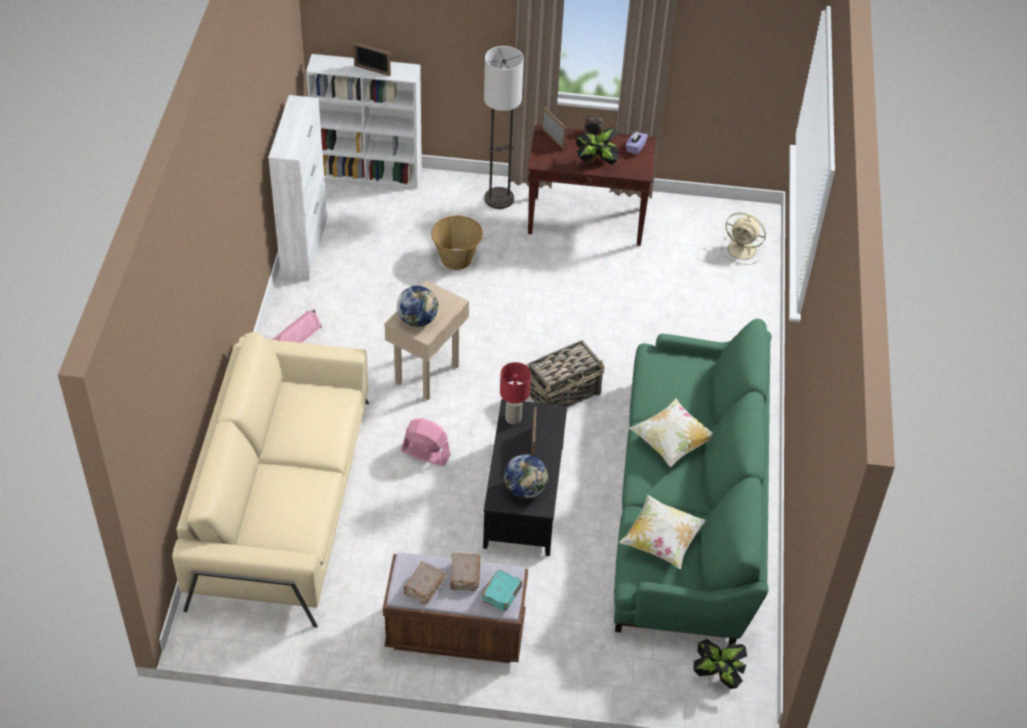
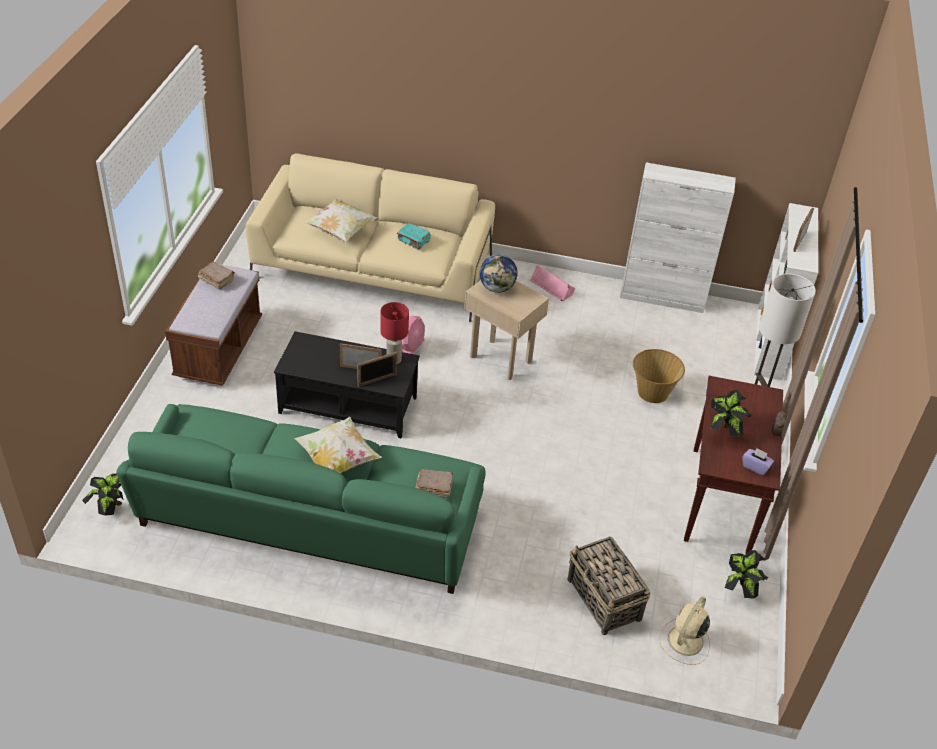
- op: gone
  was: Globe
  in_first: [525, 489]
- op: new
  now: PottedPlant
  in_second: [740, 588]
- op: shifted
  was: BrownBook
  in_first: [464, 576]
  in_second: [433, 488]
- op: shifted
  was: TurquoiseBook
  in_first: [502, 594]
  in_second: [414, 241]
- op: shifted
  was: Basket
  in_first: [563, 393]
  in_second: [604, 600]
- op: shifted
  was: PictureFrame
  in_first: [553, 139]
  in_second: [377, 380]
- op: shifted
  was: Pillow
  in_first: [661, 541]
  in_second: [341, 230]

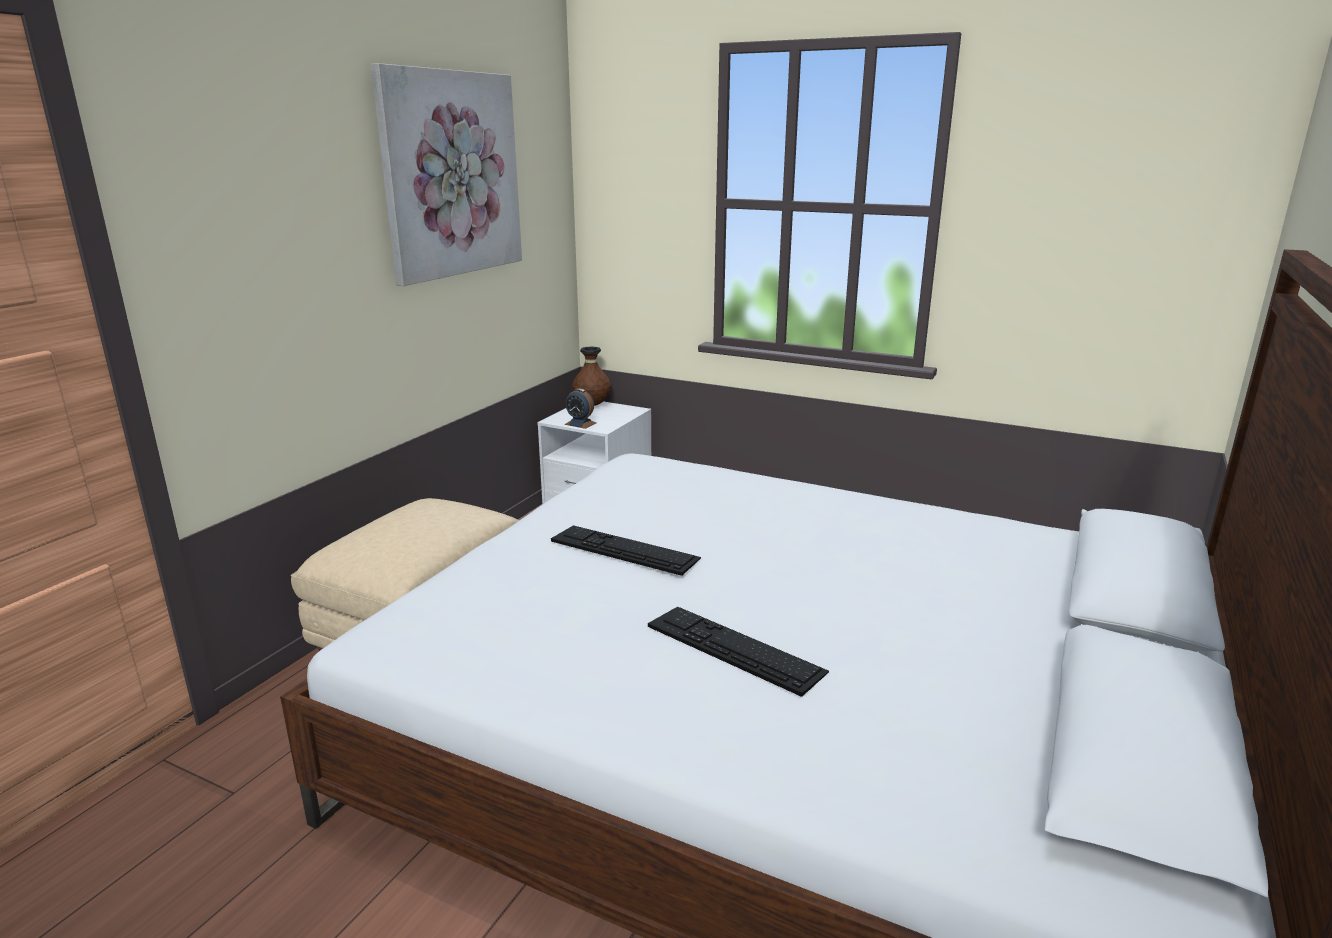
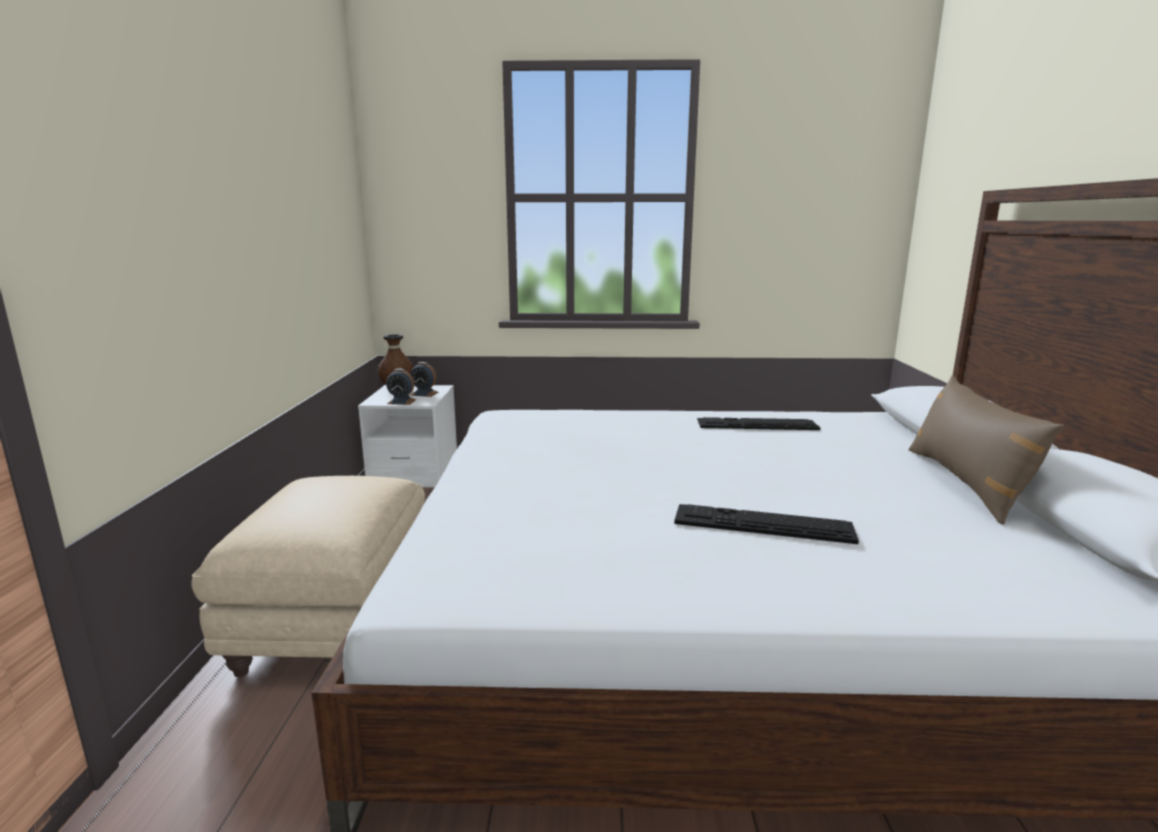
- op: gone
  was: Picture
  in_first: [452, 175]
- op: new
  now: AlarmClock
  in_second: [424, 393]
- op: new
  now: BrownPillow
  in_second: [966, 483]
- op: shifted
  was: Keyboard
  in_first: [624, 549]
  in_second: [757, 424]

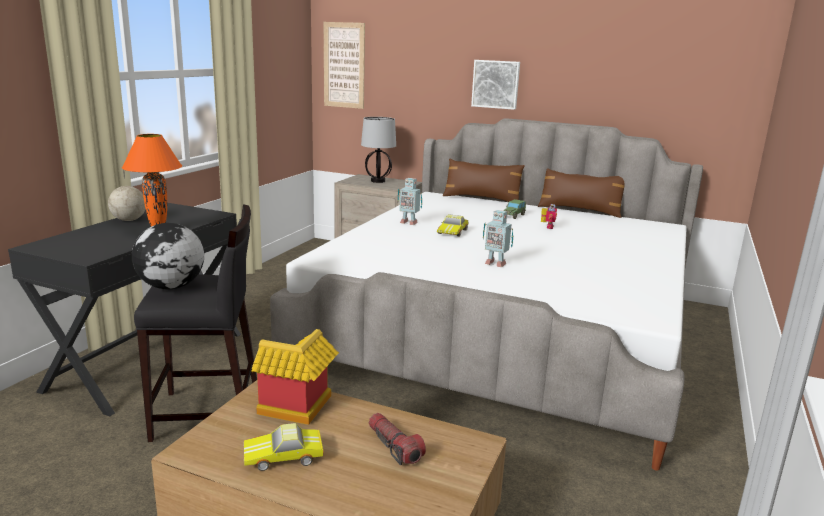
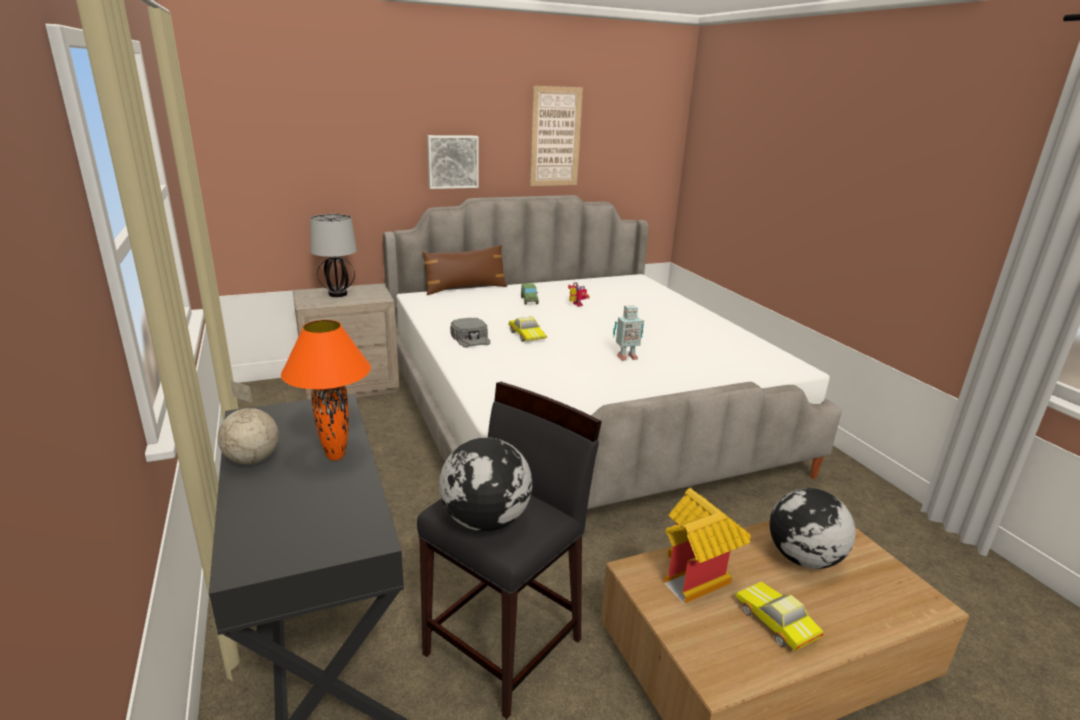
- op: gone
  was: BrownPillow
  in_first: [579, 210]
- op: shifted
  was: Picture
  in_first: [344, 65]
  in_second: [555, 137]
- op: swapped
  was: Flashlight
  now: Globe
  in_first: [394, 446]
  in_second: [802, 558]
- op: swapped
  was: ToyRobot
  now: GreyCap
  in_first: [408, 222]
  in_second: [471, 338]
- op: rotated
  was: ToyCar
  in_first: [284, 457]
  in_second: [775, 623]
  clockwise: 120

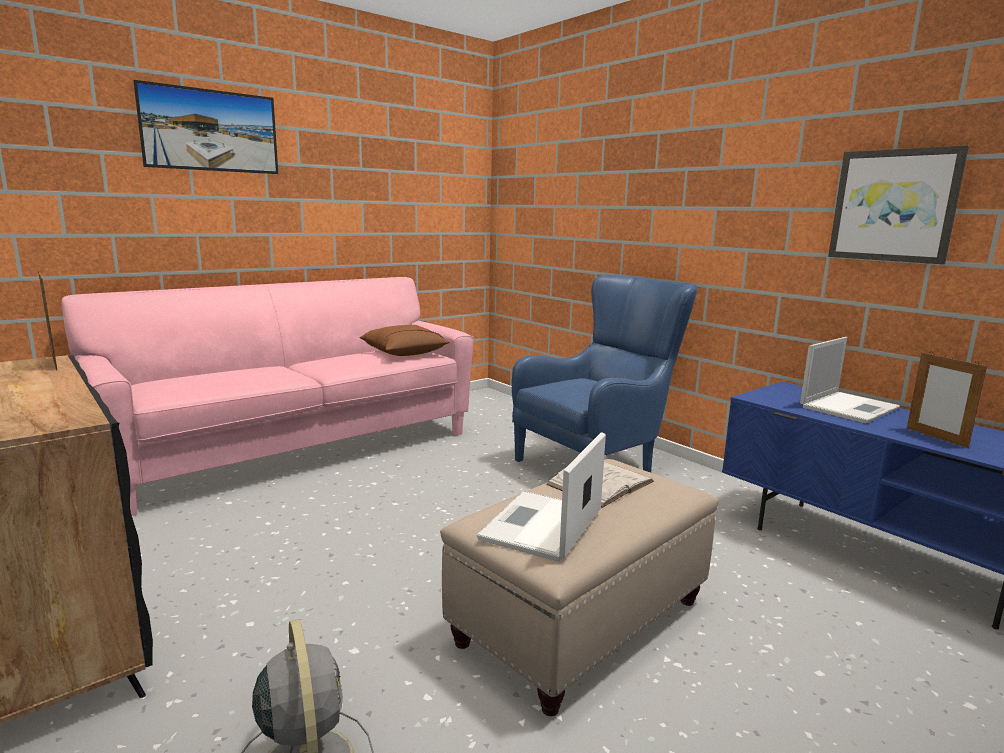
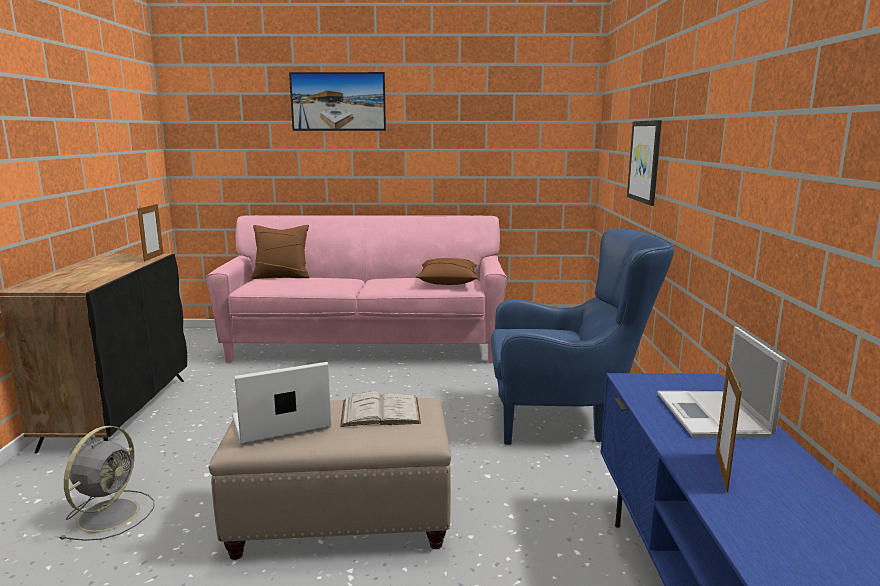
- op: new
  now: BrownPillow
  in_second: [282, 276]
- op: shifted
  was: Picture
  in_first: [894, 205]
  in_second: [645, 161]
- op: rotated
  was: Laptop
  in_first: [849, 407]
  in_second: [713, 416]
  clockwise: 90

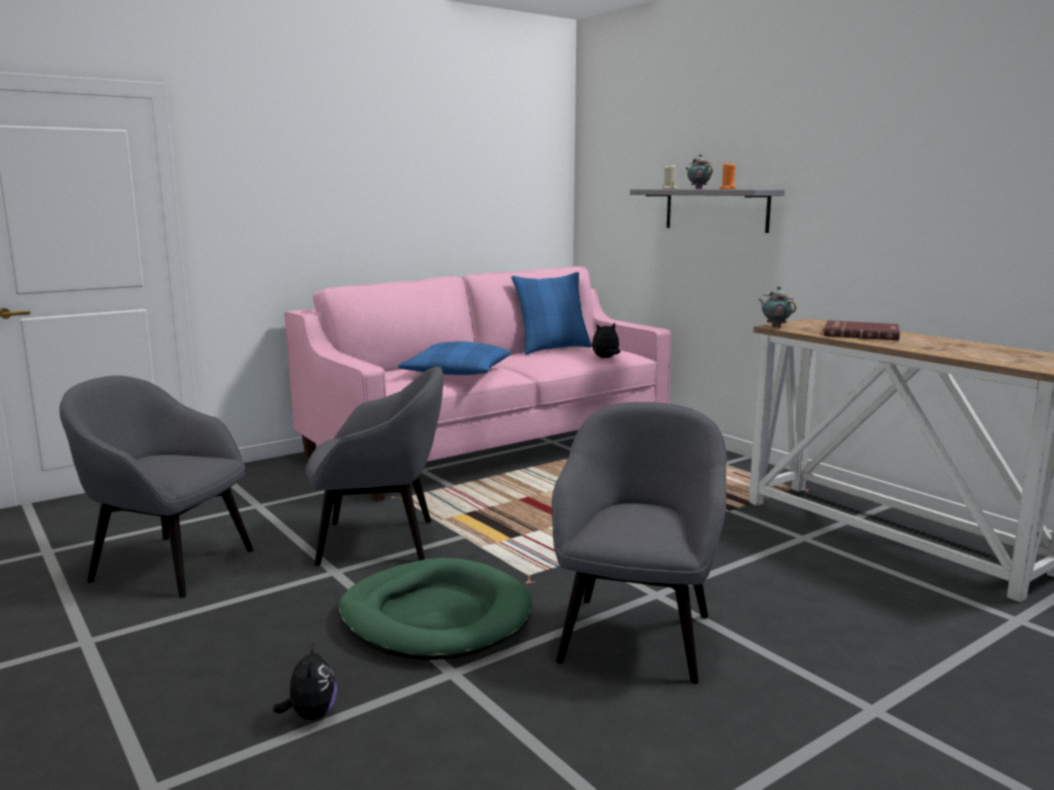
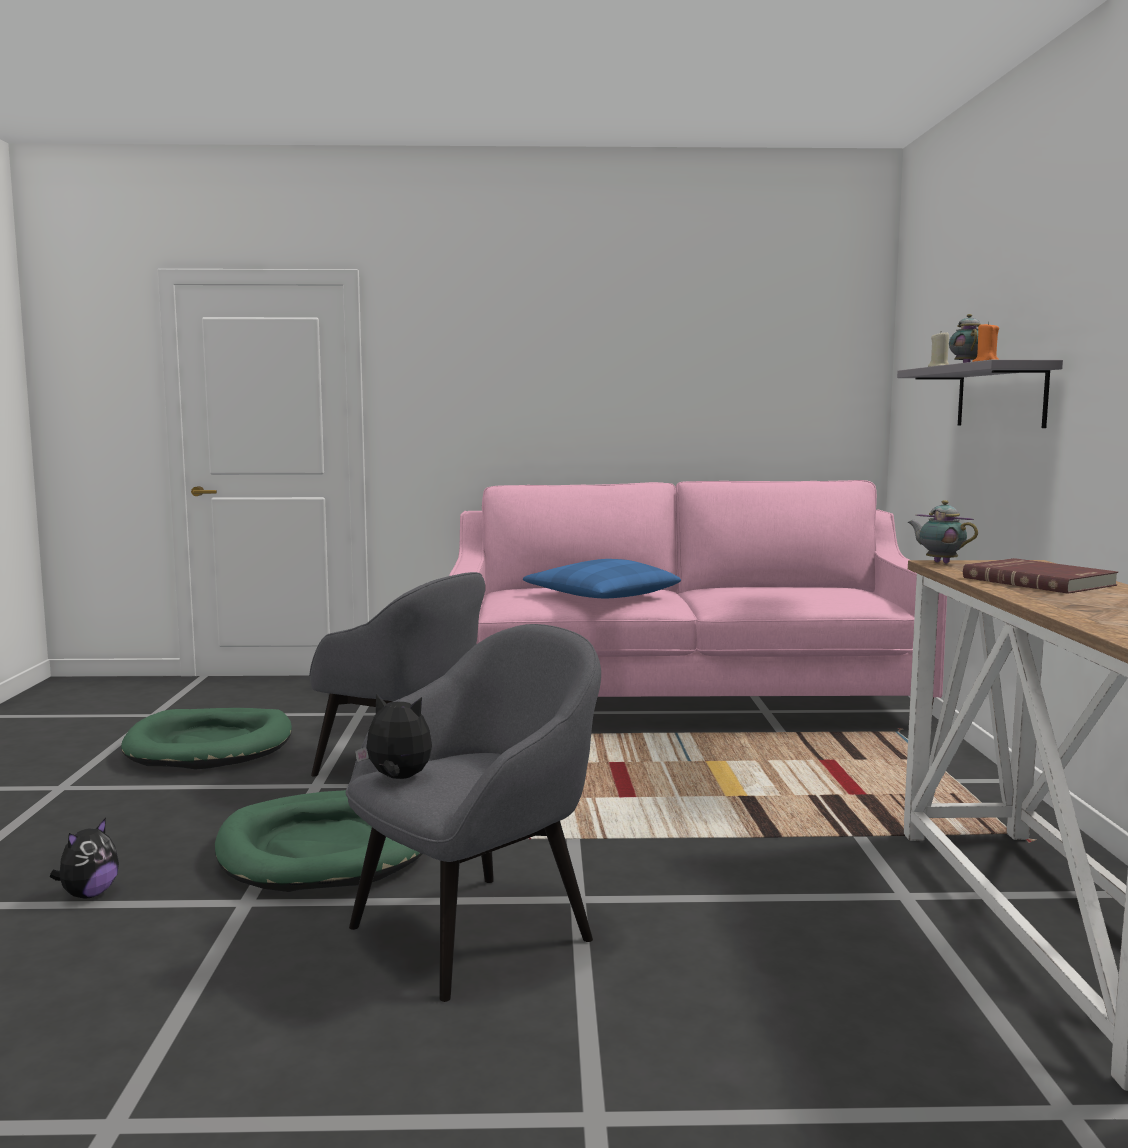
- op: gone
  was: BluePillow
  in_first: [553, 349]
- op: shifted
  was: PlushToy
  in_first: [606, 358]
  in_second: [398, 779]
- op: swapped
  was: GreyArmchair
  now: GreenDogBed
  in_first: [169, 564]
  in_second: [210, 746]
- op: rotated
  was: Teapot
  in_first: [775, 326]
  in_second: [939, 562]
  clockwise: -45

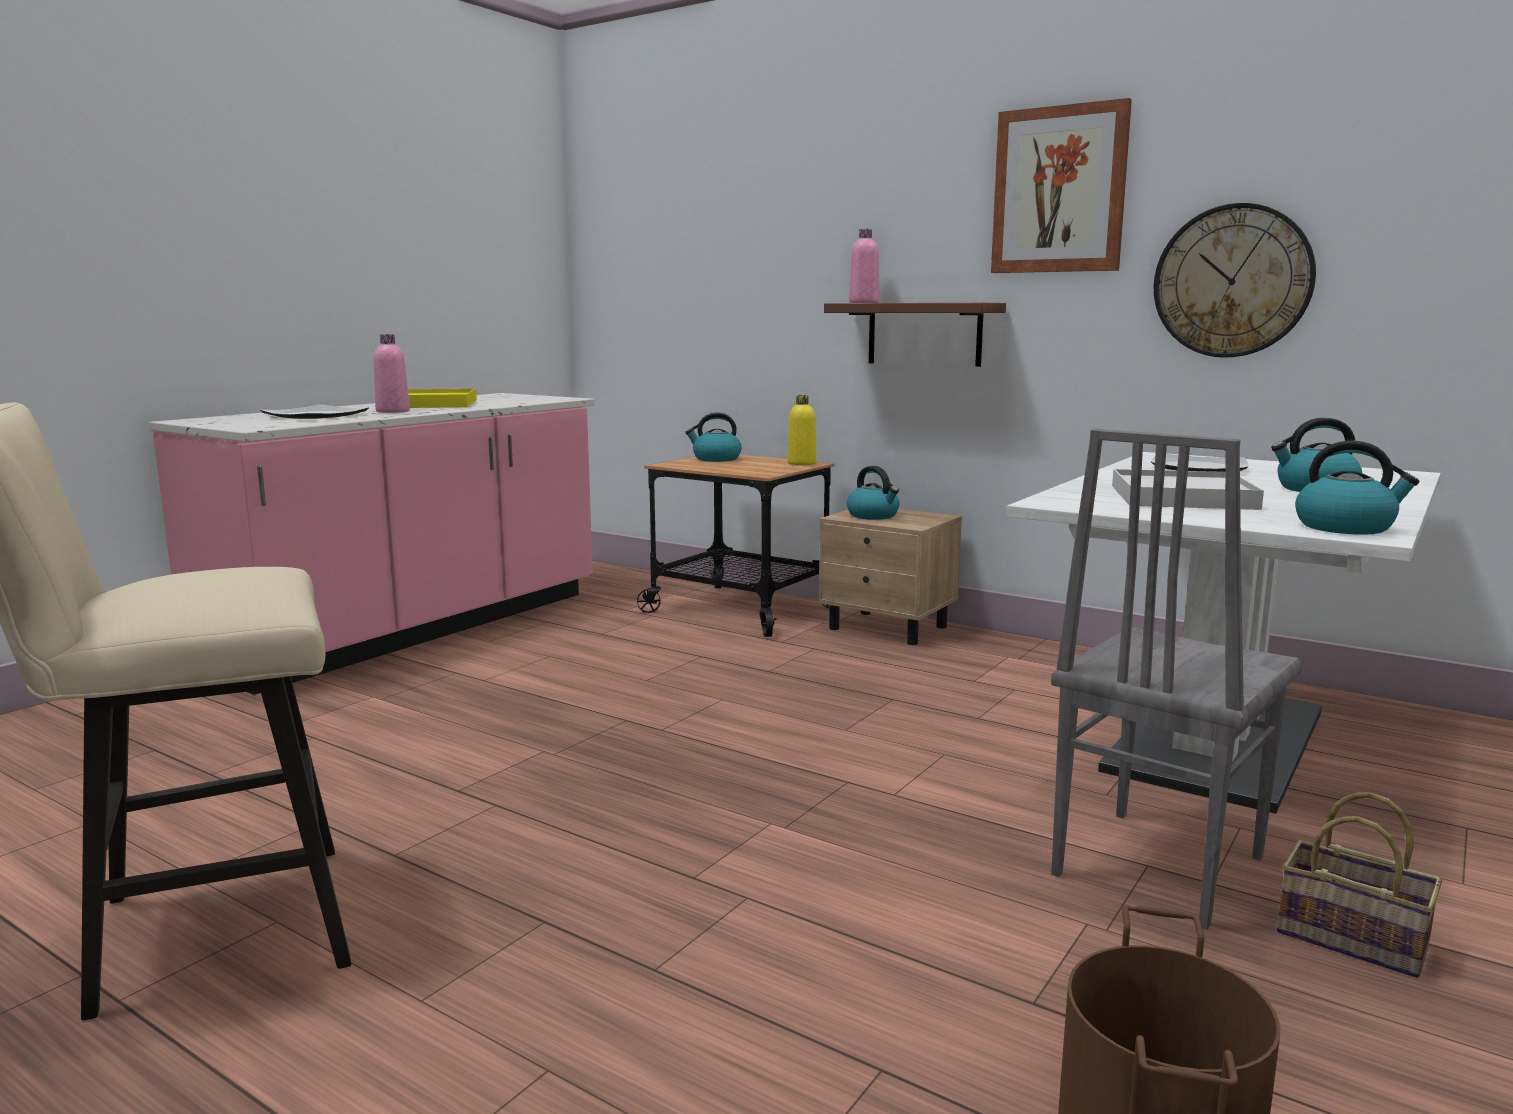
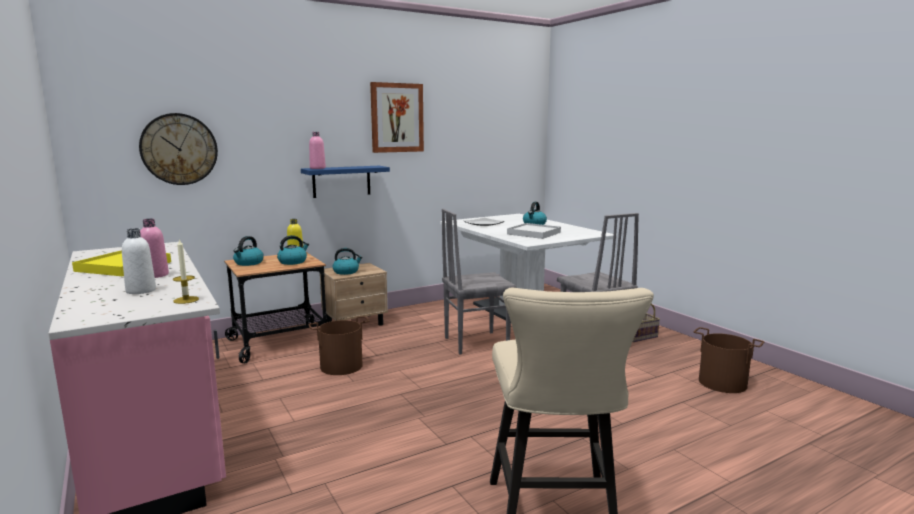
- op: new
  now: Candle
  in_second: [186, 300]
- op: new
  now: BrownBucket
  in_second: [341, 366]
- op: new
  now: GreyChair
  in_second: [475, 342]
- op: shifted
  was: WallClock
  in_first: [1232, 281]
  in_second: [179, 149]
- op: shifted
  was: Kettle
  in_first: [1346, 527]
  in_second: [293, 262]
- op: swapped
  was: Plate
  now: WhiteBottle
  in_first: [315, 416]
  in_second: [141, 290]
- op: repainted
  was: BrownShelf
  now: BlueShelf
  in_first: [924, 334]
  in_second: [341, 181]

